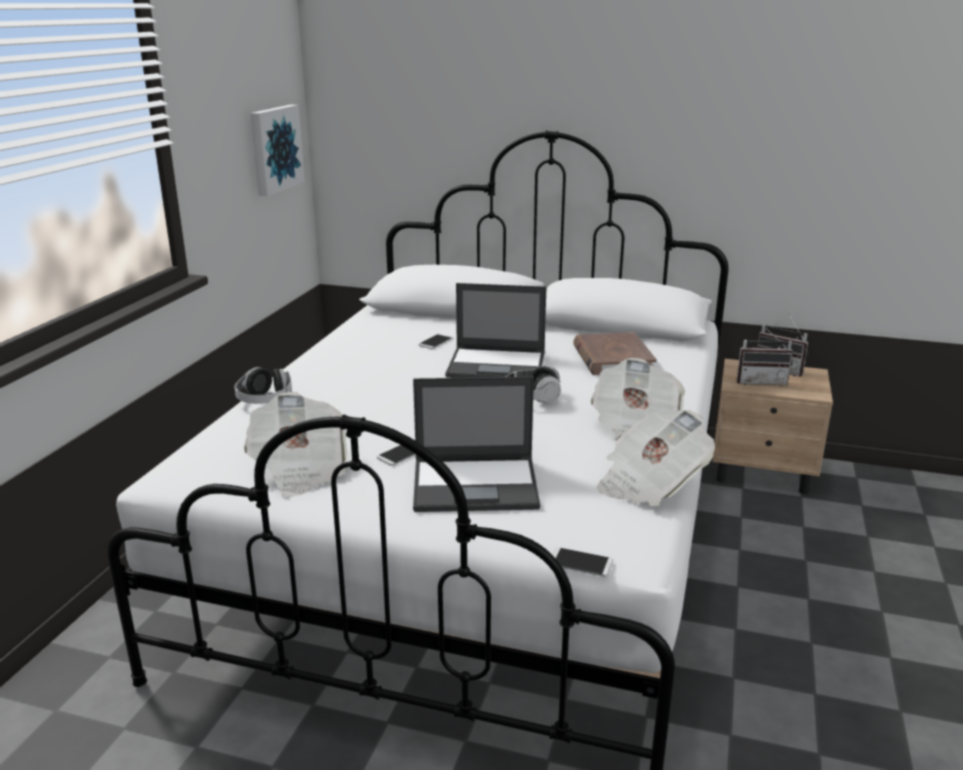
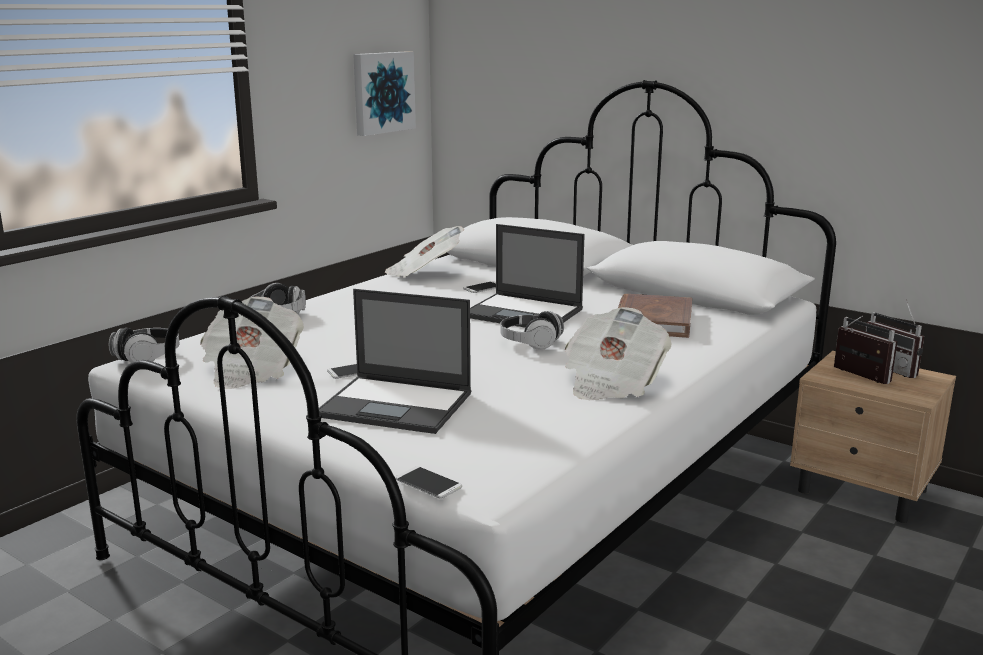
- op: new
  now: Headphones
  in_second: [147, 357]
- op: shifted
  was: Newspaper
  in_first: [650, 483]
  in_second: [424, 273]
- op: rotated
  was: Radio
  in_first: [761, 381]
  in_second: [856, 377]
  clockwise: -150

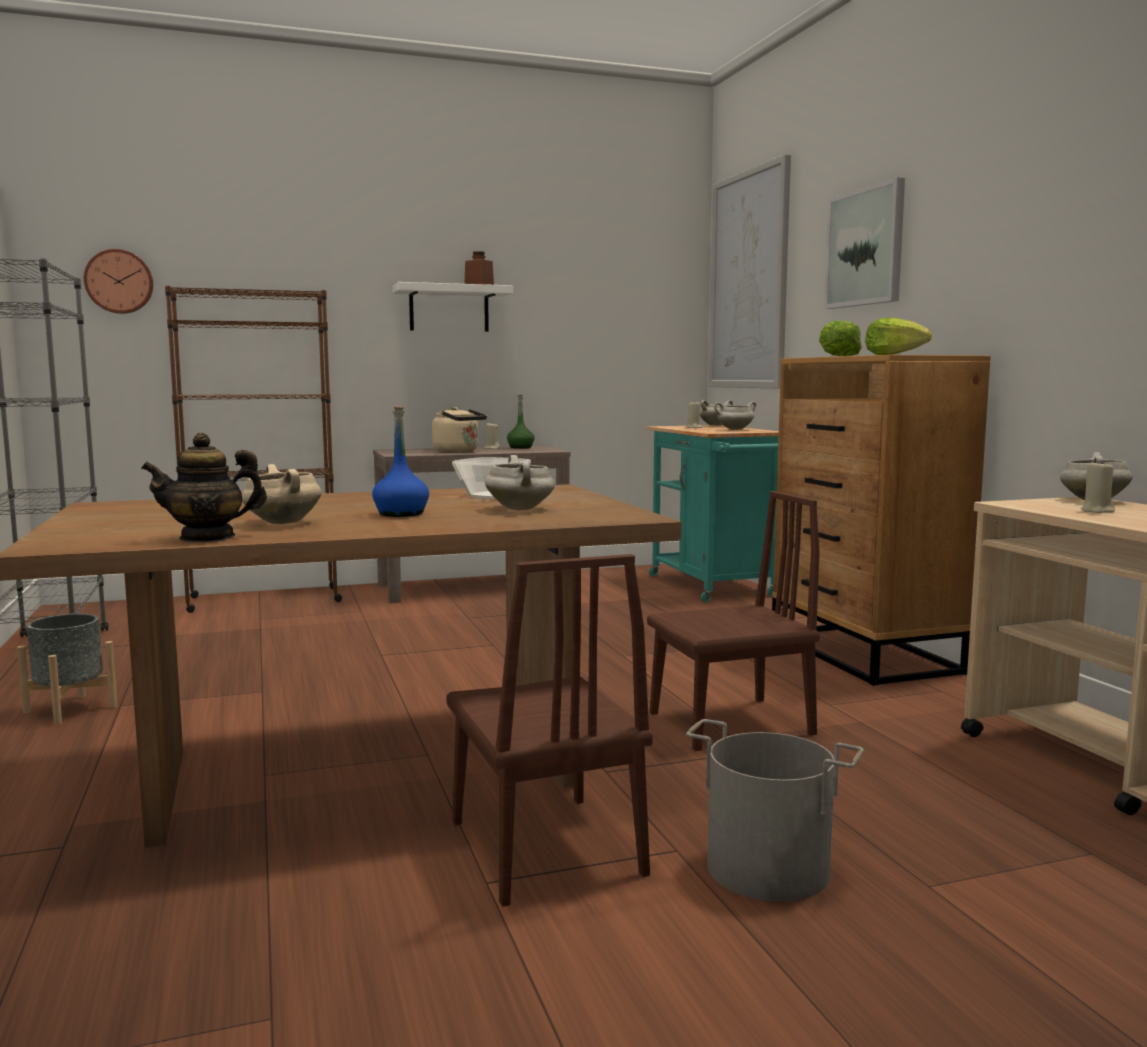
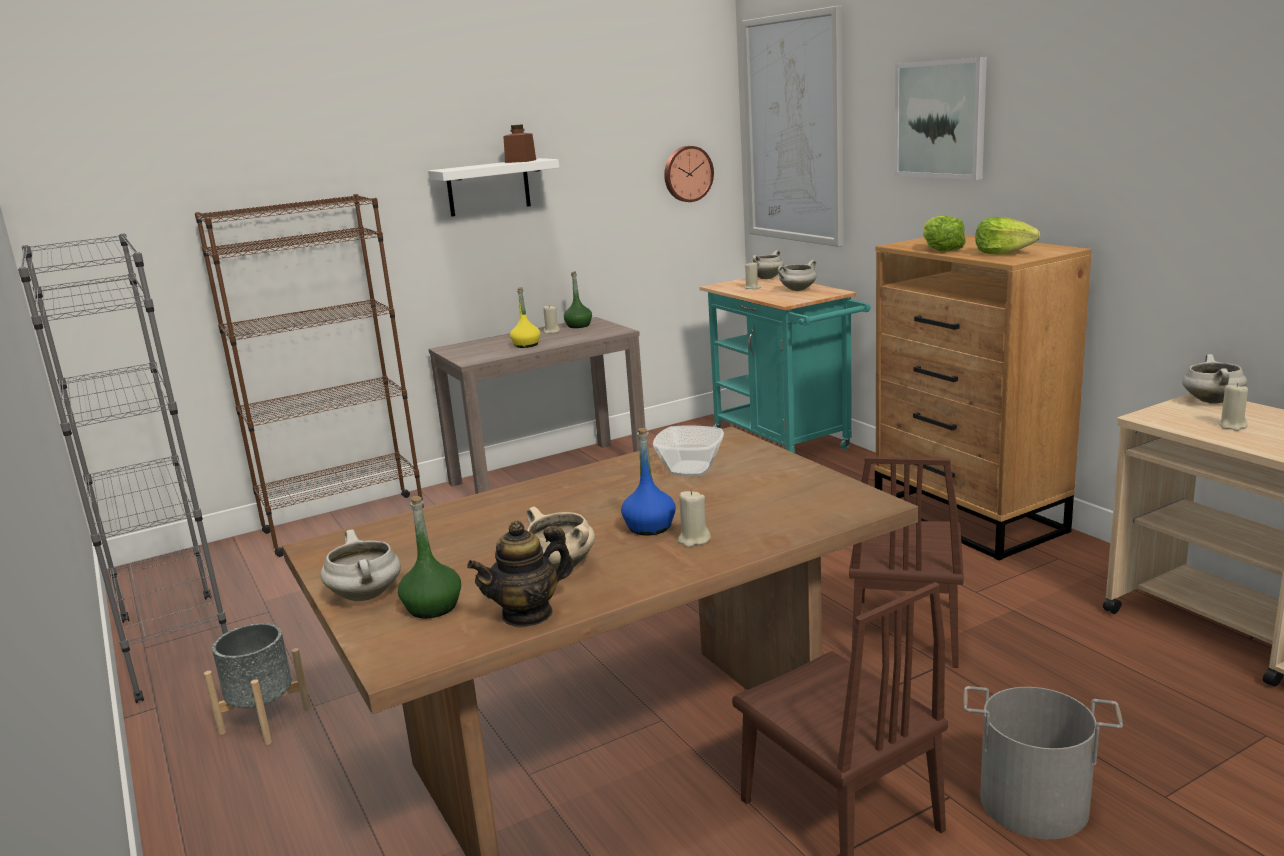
- op: new
  now: GreenBottle
  in_second: [433, 607]
- op: new
  now: BeigeCandle
  in_second: [693, 540]
- op: shifted
  was: WallClock
  in_first: [119, 281]
  in_second: [687, 174]
- op: shifted
  was: WhiteCookingPot
  in_first: [521, 509]
  in_second: [367, 596]
- op: swapped
  was: BeigeKettle
  now: YellowBottle
  in_first: [458, 452]
  in_second: [526, 345]
- op: rotated
  was: BrownChair
  in_first: [730, 723]
  in_second: [905, 631]
  clockwise: 135

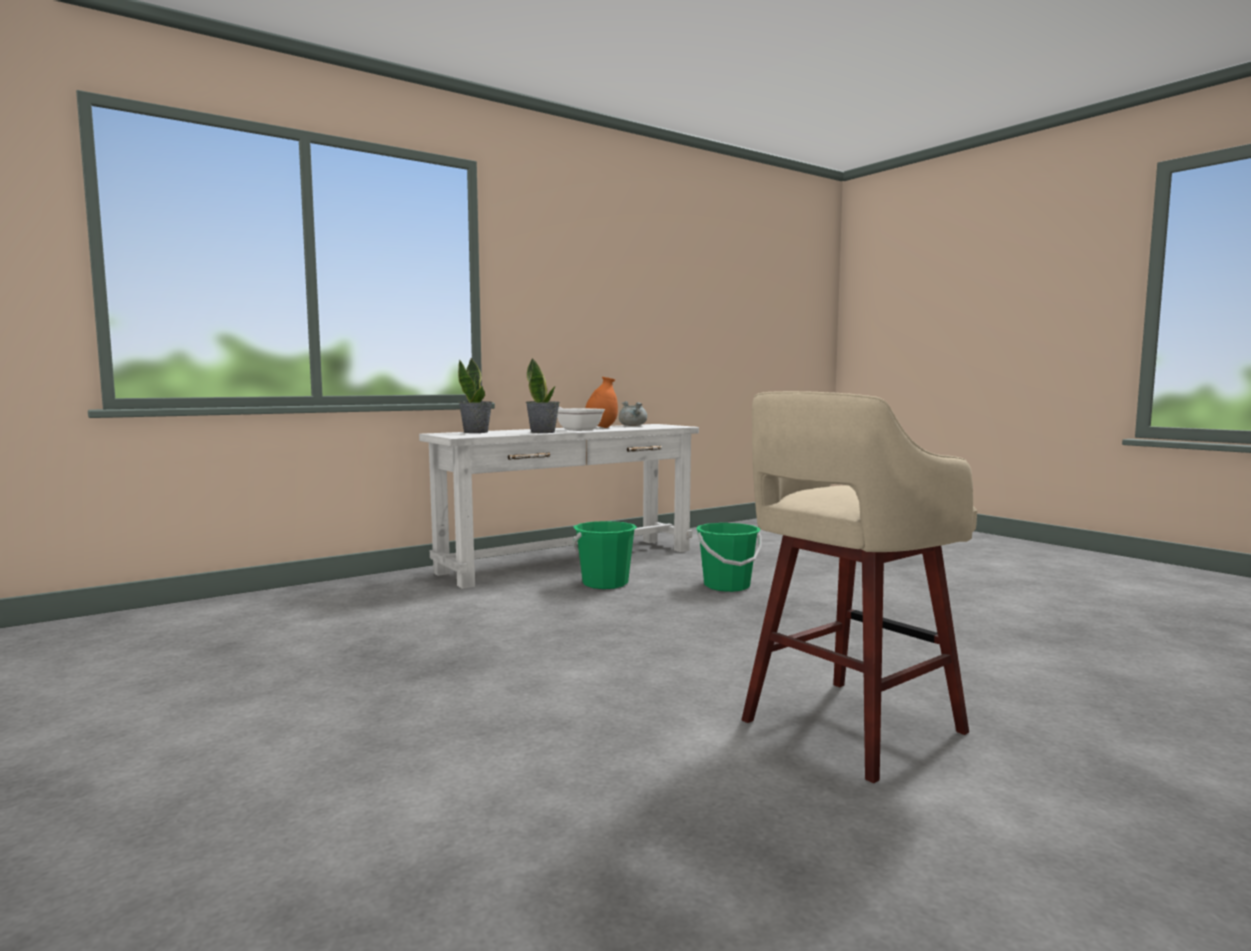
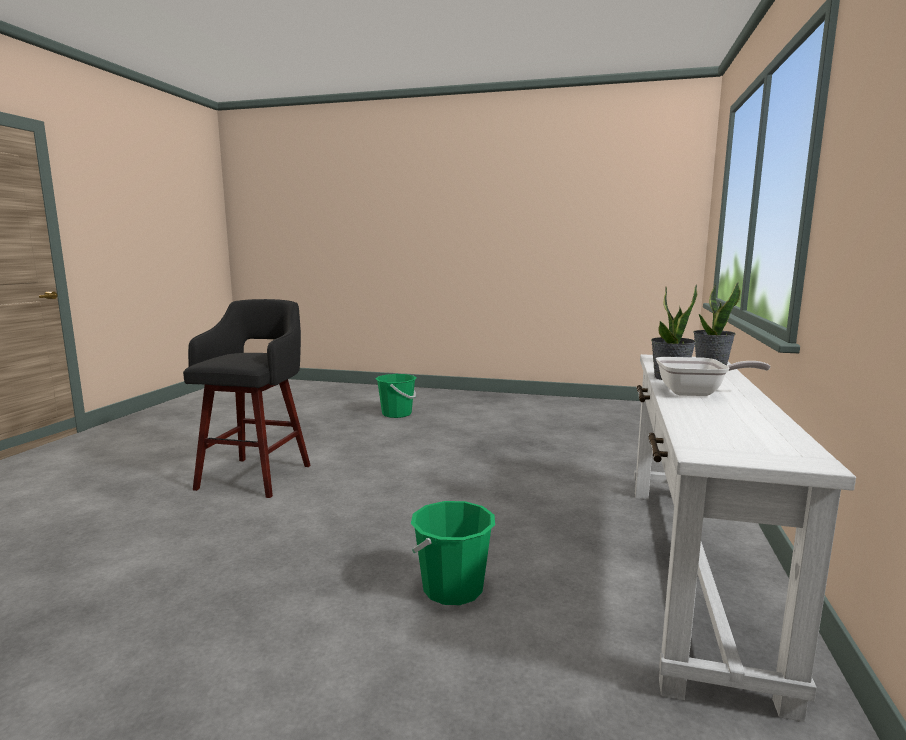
- op: gone
  was: OrangeVase
  in_first: [601, 427]
- op: gone
  was: GreyCookingPot
  in_first: [633, 425]
- op: shifted
  was: GreenBucket
  in_first: [605, 583]
  in_second: [397, 414]
- op: repainted
  was: BeigeStool
  now: BlackStool
  in_first: [847, 728]
  in_second: [257, 475]

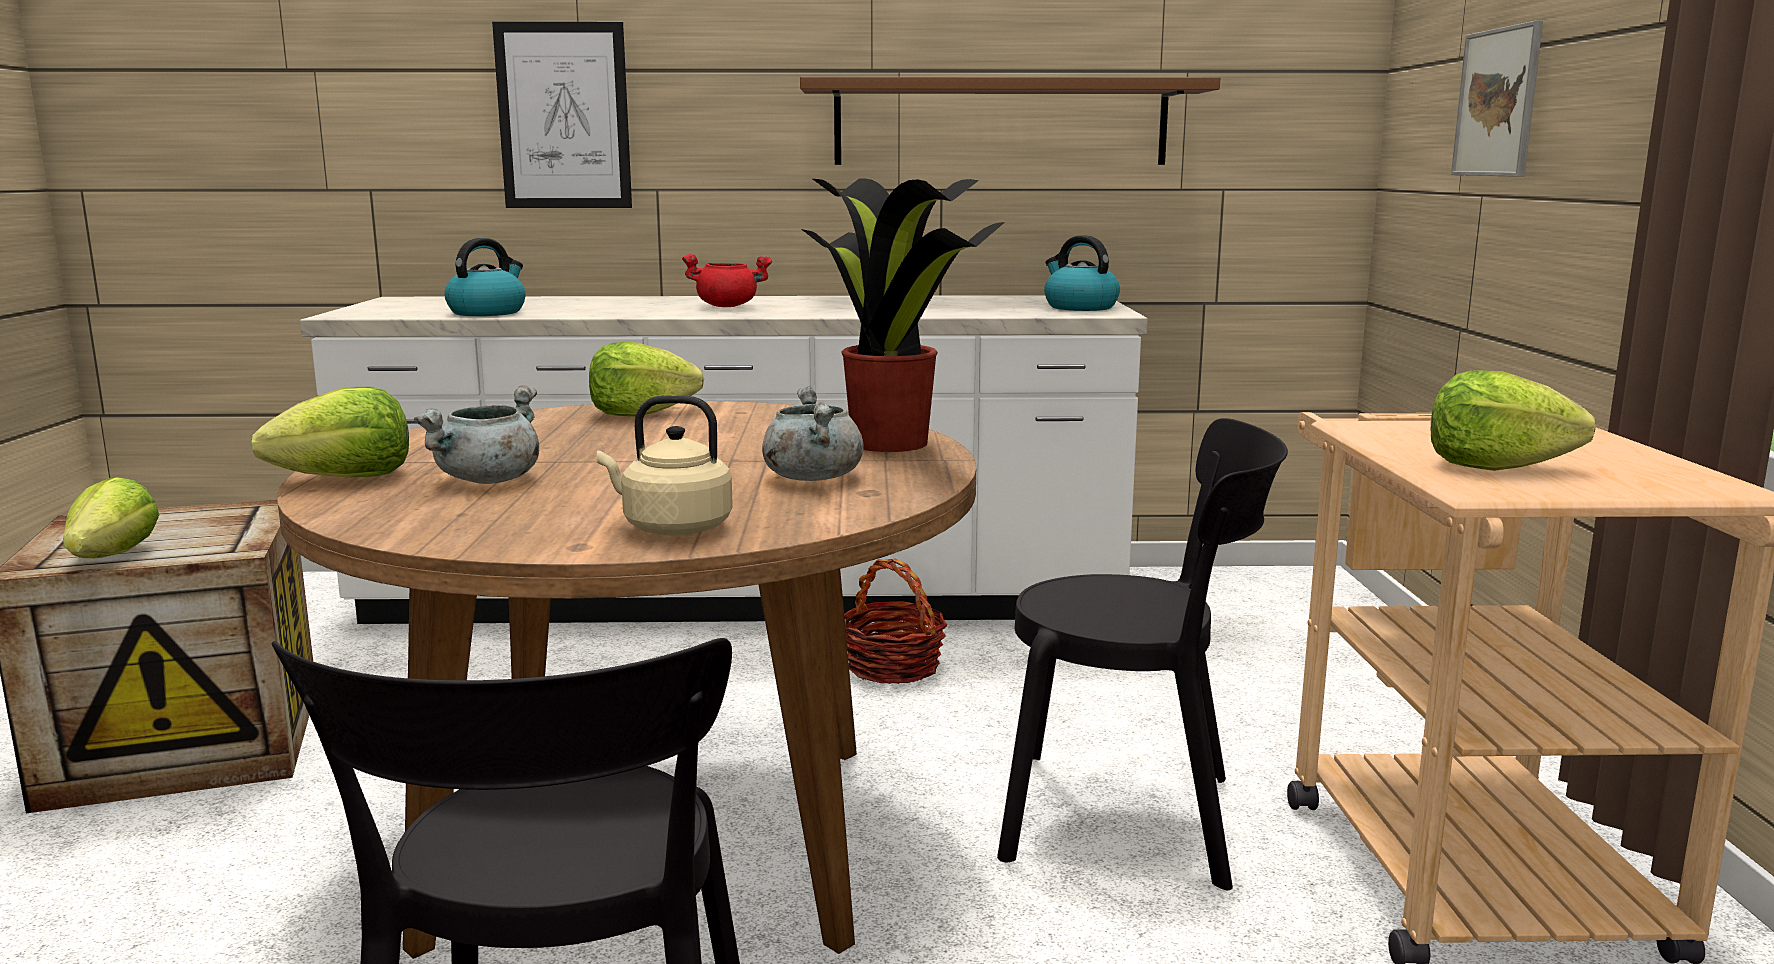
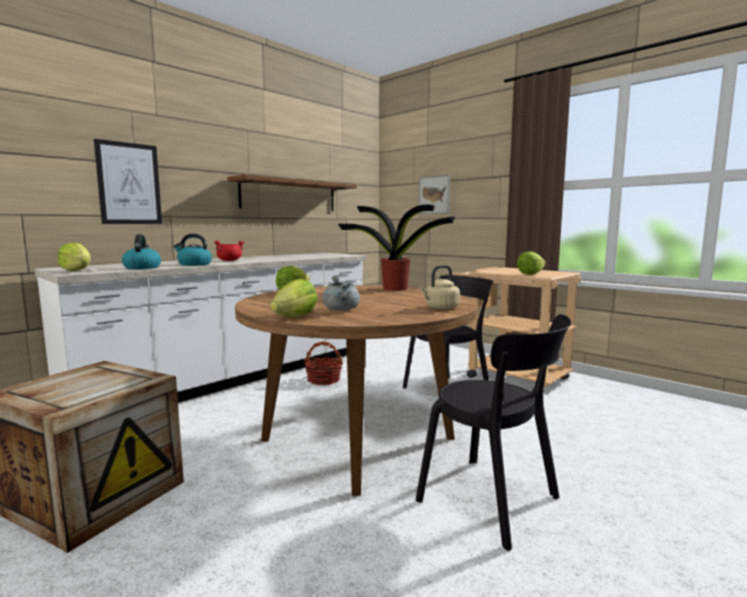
- op: gone
  was: GreyCookingPot
  in_first: [811, 477]
- op: shifted
  was: Lettuce
  in_first: [113, 556]
  in_second: [77, 270]
- op: shifted
  was: Kettle
  in_first: [1079, 307]
  in_second: [194, 264]

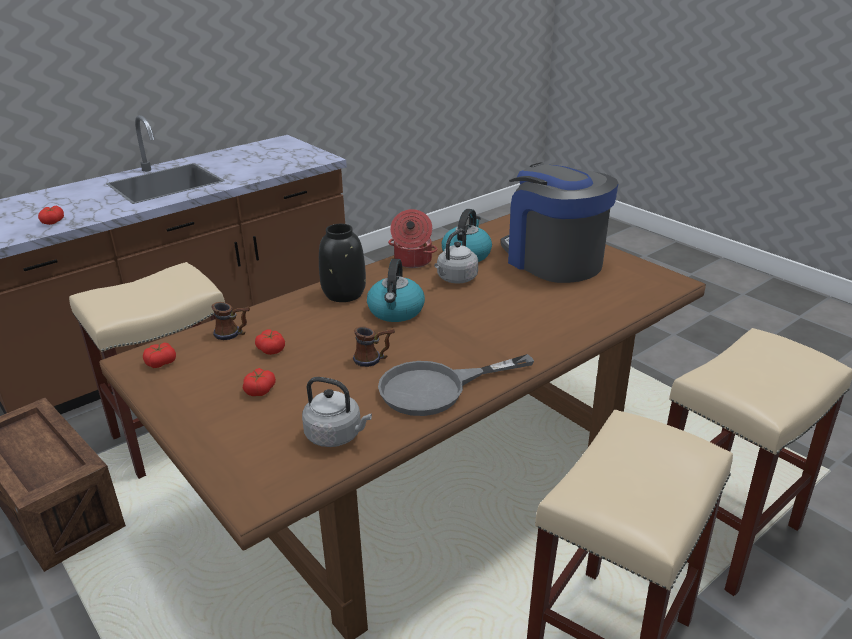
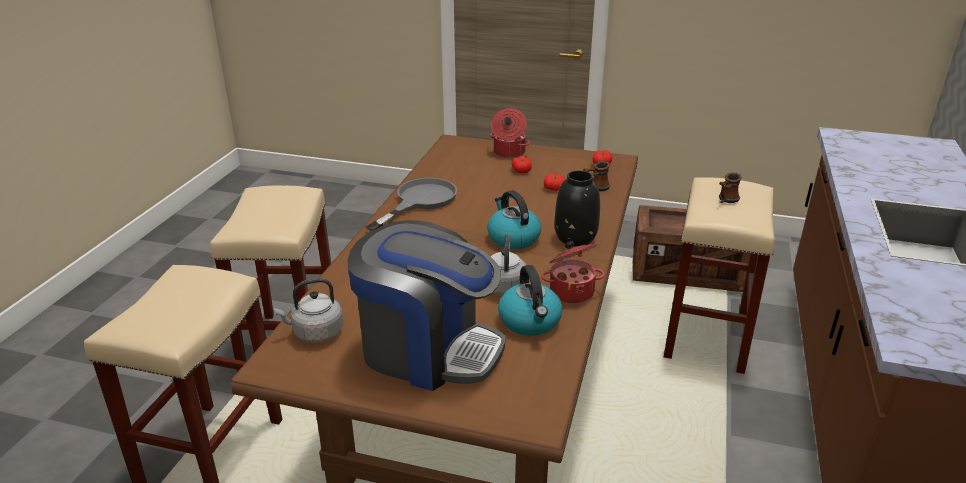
- op: gone
  was: Tomato
  in_first: [53, 221]
- op: new
  now: CookingPot
  in_second: [508, 152]
- op: shifted
  was: GreyKettle
  in_first: [336, 435]
  in_second: [315, 333]
- op: shifted
  was: Mug
  in_first: [374, 359]
  in_second: [725, 200]

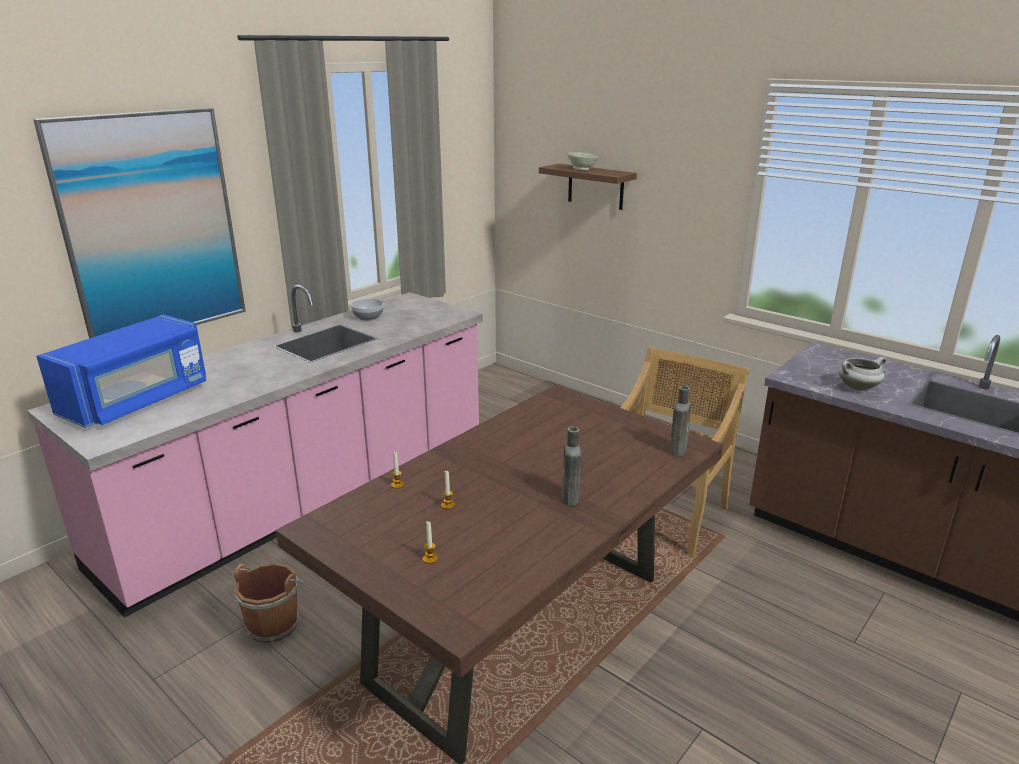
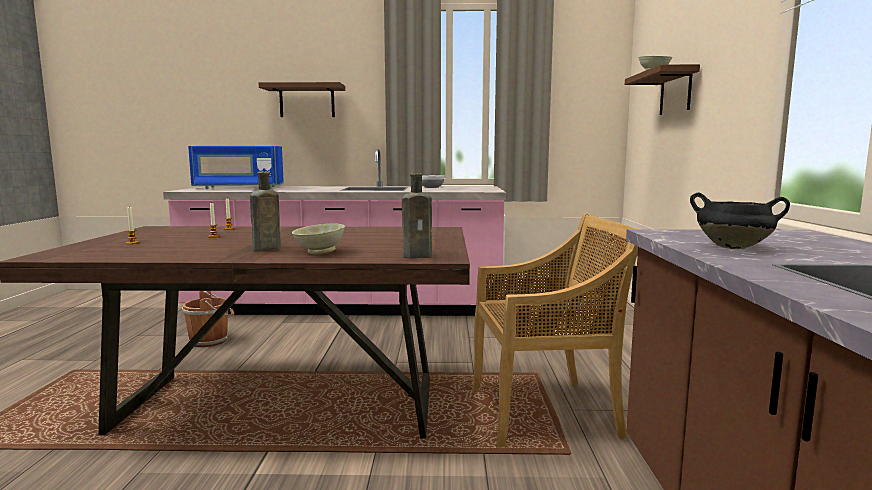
- op: new
  now: BeigeBowl
  in_second: [319, 252]
- op: swapped
  was: Picture
  now: BrownShelf
  in_first: [151, 227]
  in_second: [307, 101]
- op: repainted
  was: WhiteCookingPot
  now: BlackCookingPot
  in_first: [858, 387]
  in_second: [734, 247]

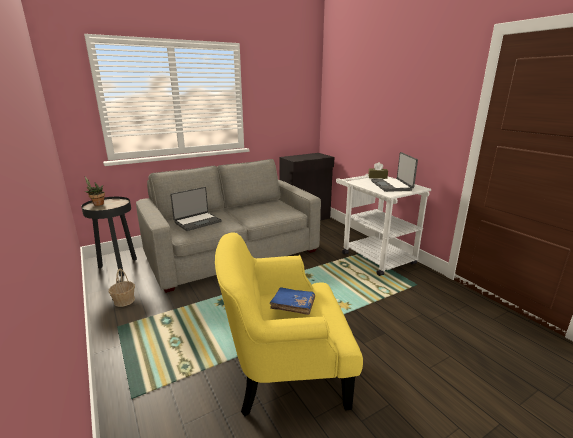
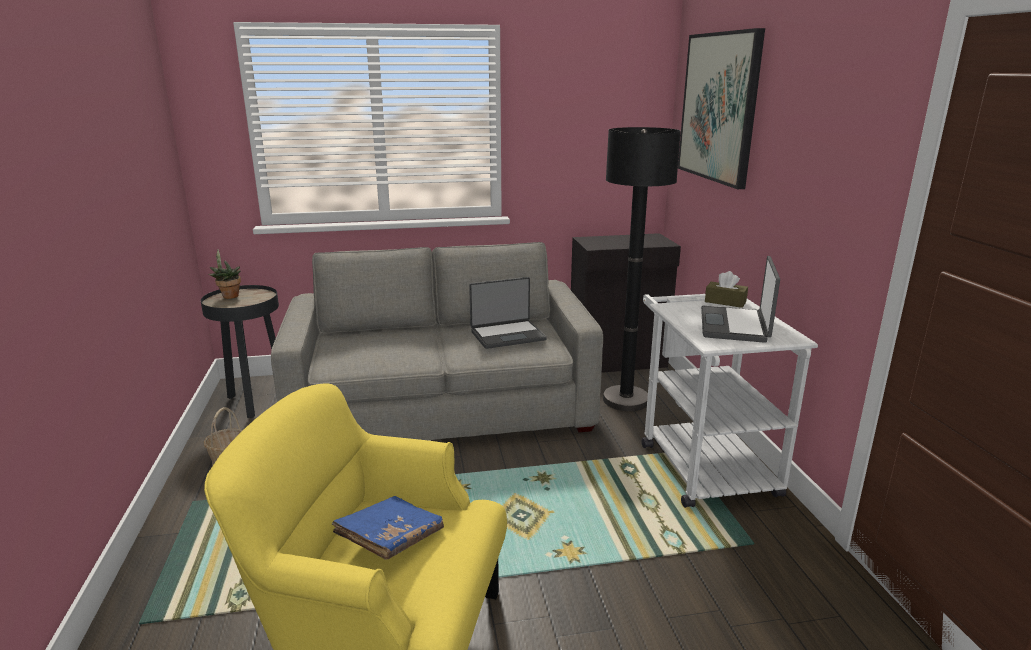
- op: new
  now: BlackFloorLamp
  in_second: [626, 400]
- op: new
  now: Picture
  in_second: [719, 107]
- op: shifted
  was: Laptop
  in_first: [197, 222]
  in_second: [507, 335]

